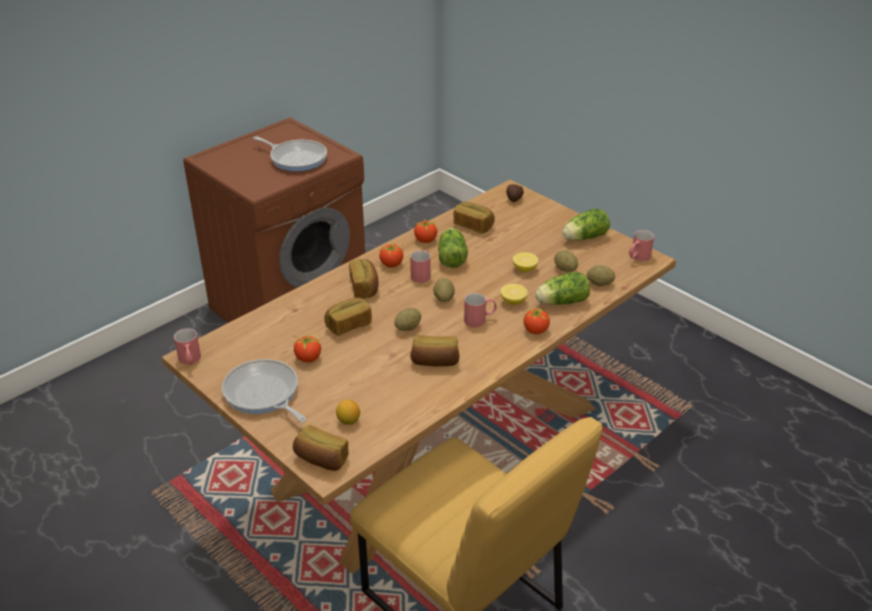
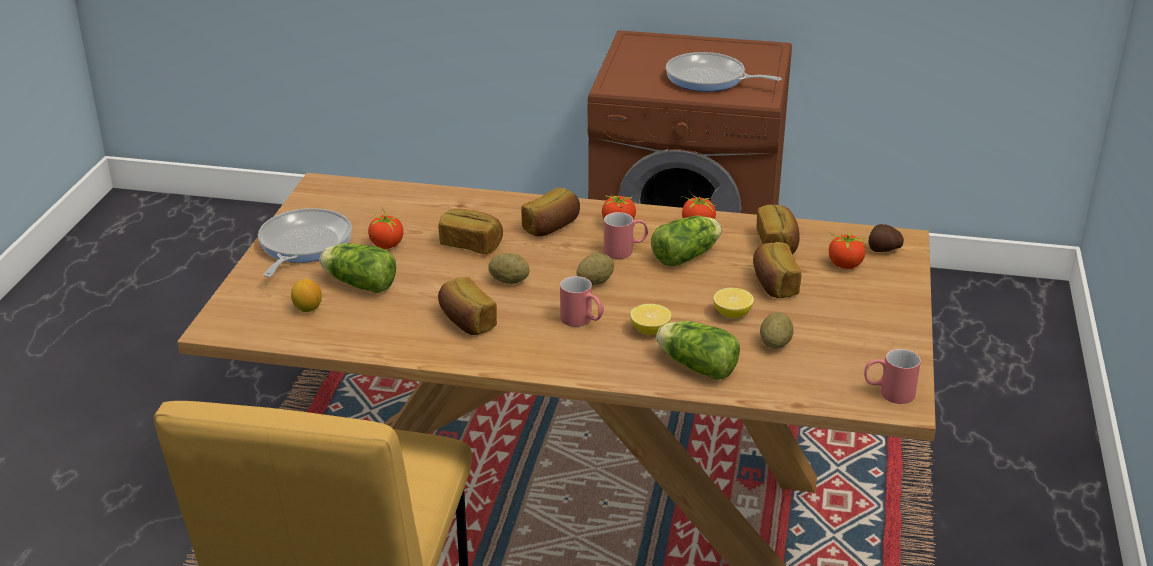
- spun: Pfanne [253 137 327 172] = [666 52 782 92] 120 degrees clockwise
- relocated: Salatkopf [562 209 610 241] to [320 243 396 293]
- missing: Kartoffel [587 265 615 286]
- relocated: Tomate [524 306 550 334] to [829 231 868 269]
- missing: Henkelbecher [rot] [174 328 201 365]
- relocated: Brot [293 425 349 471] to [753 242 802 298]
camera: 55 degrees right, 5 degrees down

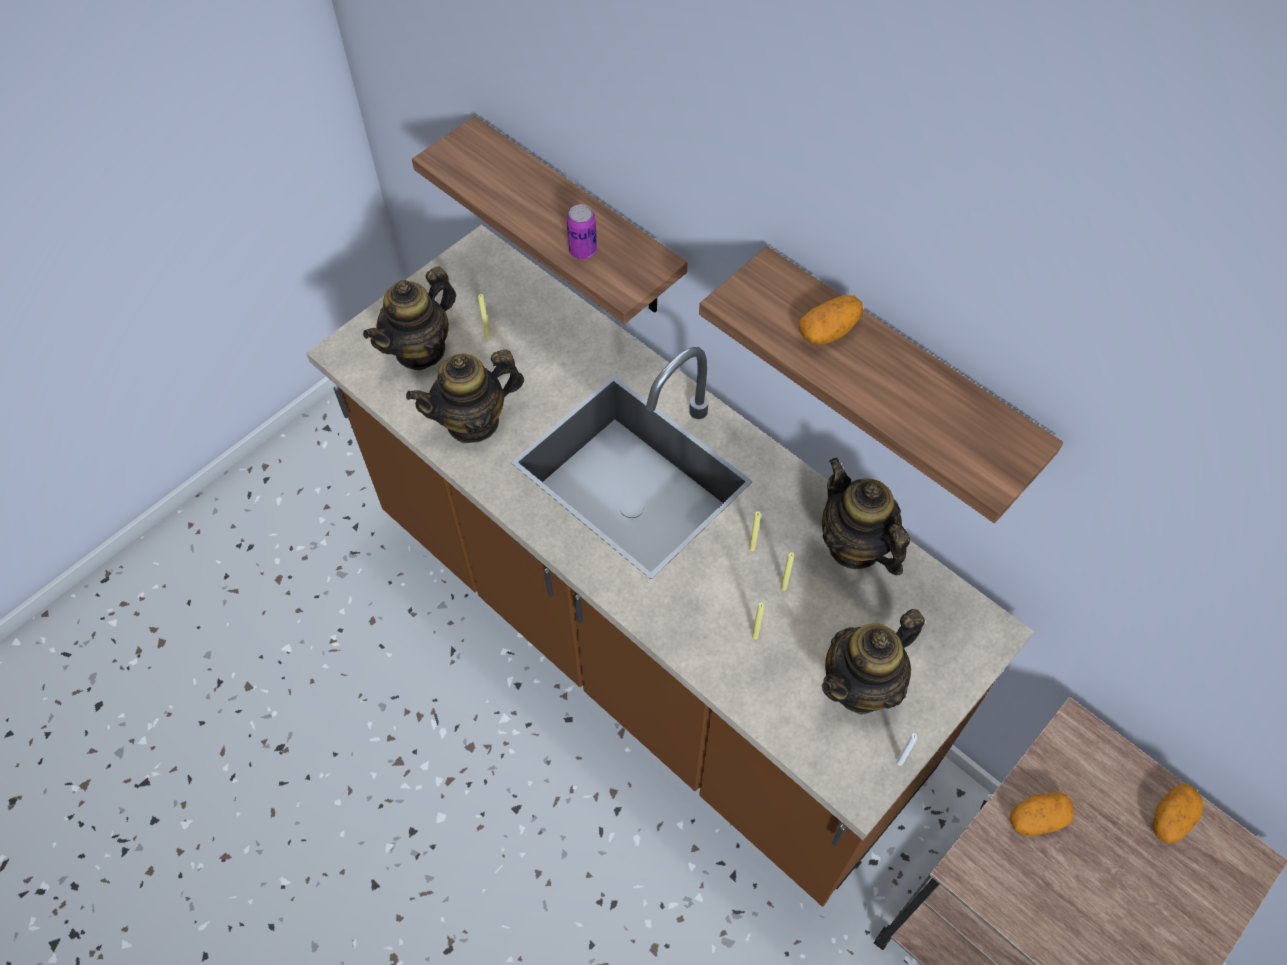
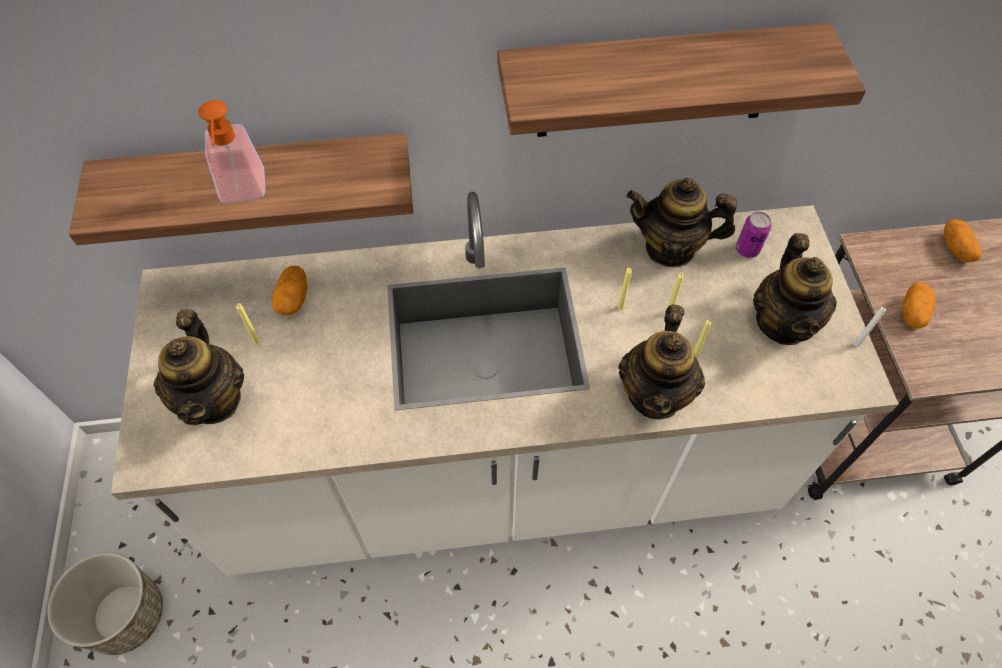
- relocated: Dose [567 204 597 259] to [736 212 771 258]
- colour: Küchenzeile [braun] [306 225 1034 906] to Küchenzeile [weiß] [111 191 899 575]
- relocated: Kartoffel [798 295 863 345] to [272 266 307 315]
- relocated: Teekanne [406 350 524 443] to [618 304 705 420]
- appeared: Seifenspender [198 100 265 203]
- appeared: Pflanzkübel [48 552 163 655]
camera: 50 degrees left, 0 degrees up

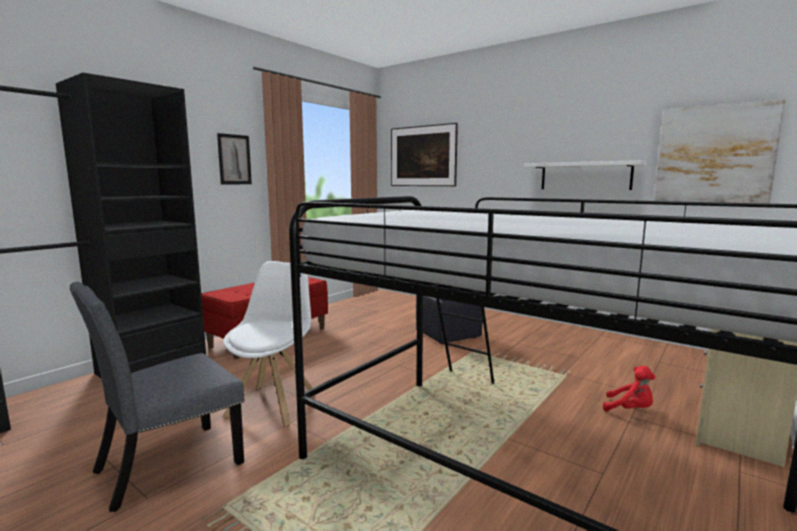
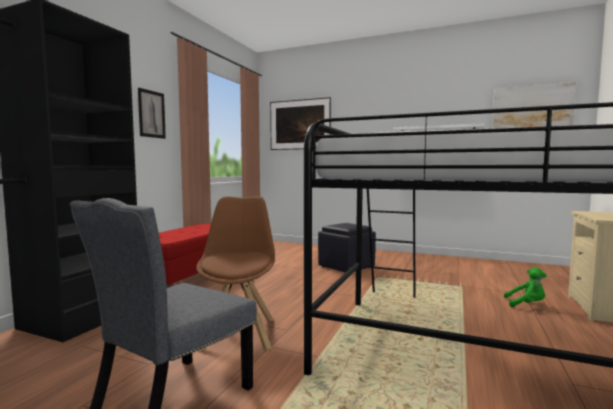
- colour: Stuhl [weiß] [223 261 313 426] to Stuhl [braun] [196 196 275 352]
- colour: Plüschtier [rot] [603 366 656 411] to Plüschtier [grün] [504 268 547 307]
camera: 15 degrees left, 5 degrees down

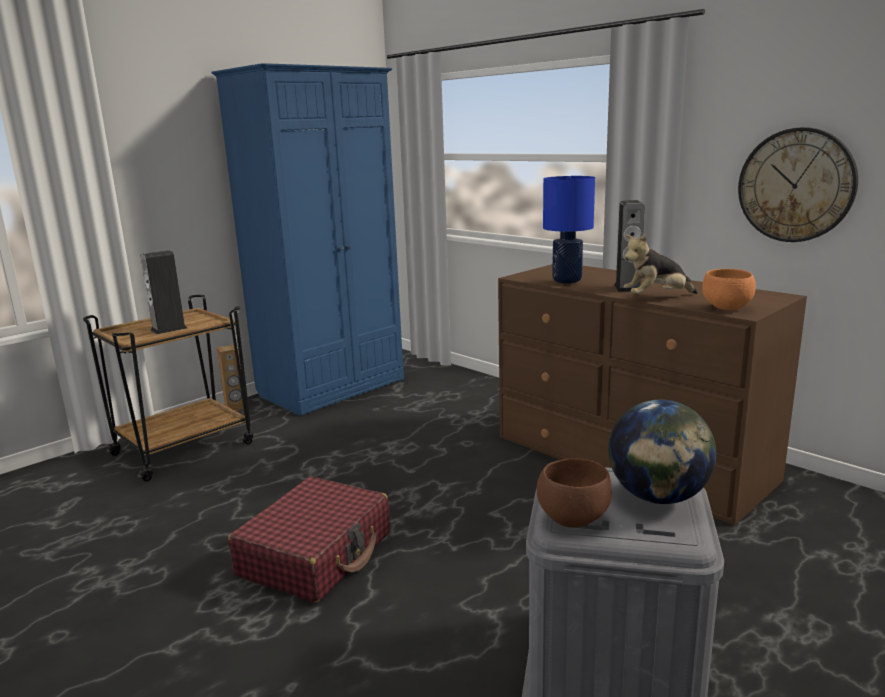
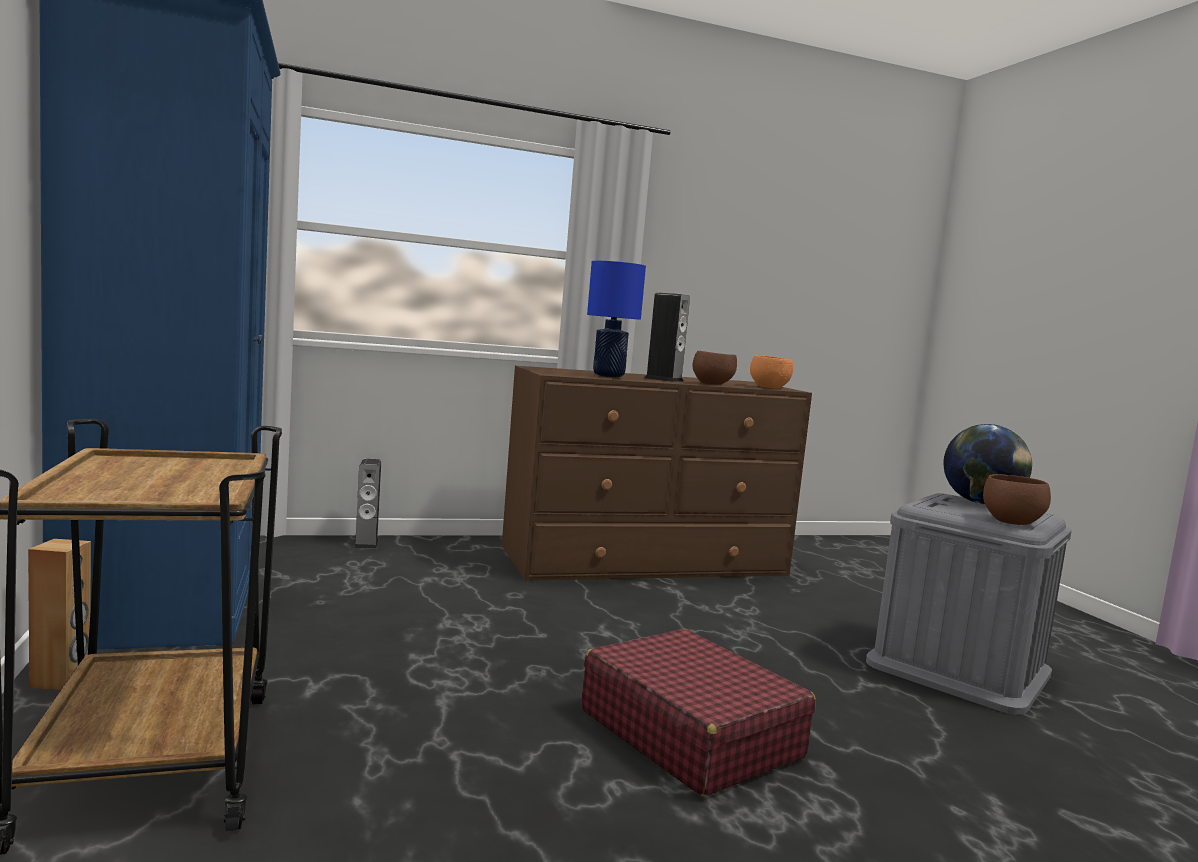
- missing: Wanduhr [738 127 858 242]
- exchanged: Plüschtier [624 234 698 294] to Schüssel [braun] [692 351 737 385]
- relocated: Lautsprecher [141 250 187 334] to [354 459 381 549]
camera: 65 degrees left, 10 degrees down

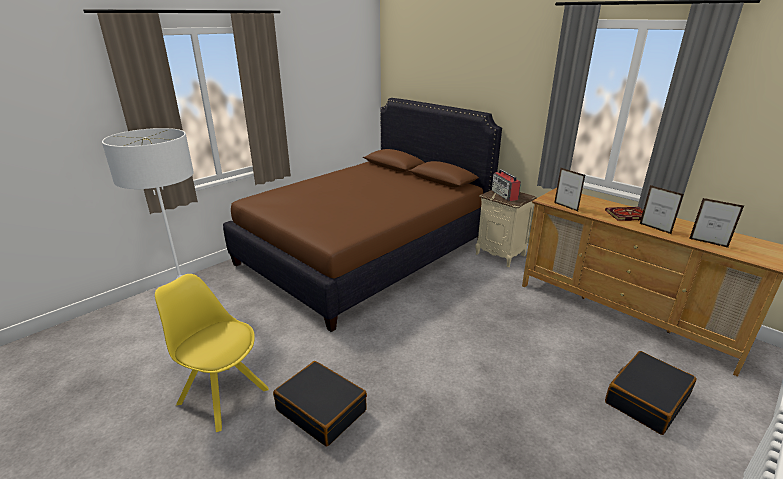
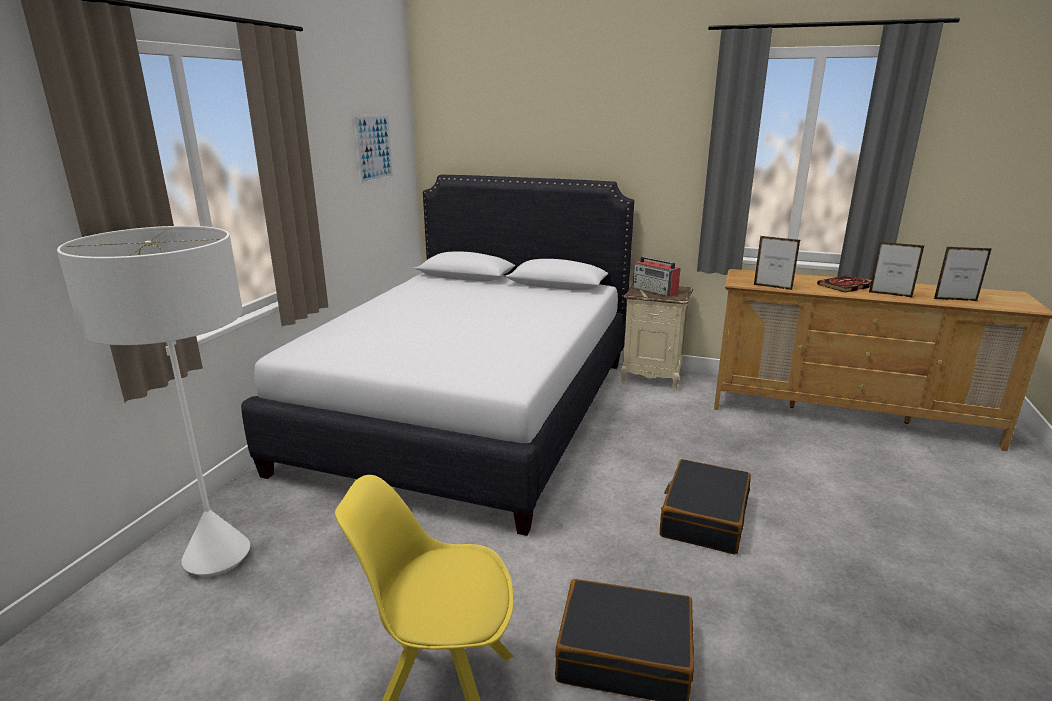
- colour: Bett [braun] [223 98 502 332] to Bett [weiß] [241 175 634 536]
- relocated: Koffer [schwarz] [605 351 697 435] to [660 459 751 555]
- appeared: Bild [354 114 394 184]
camera: 25 degrees left, 5 degrees down

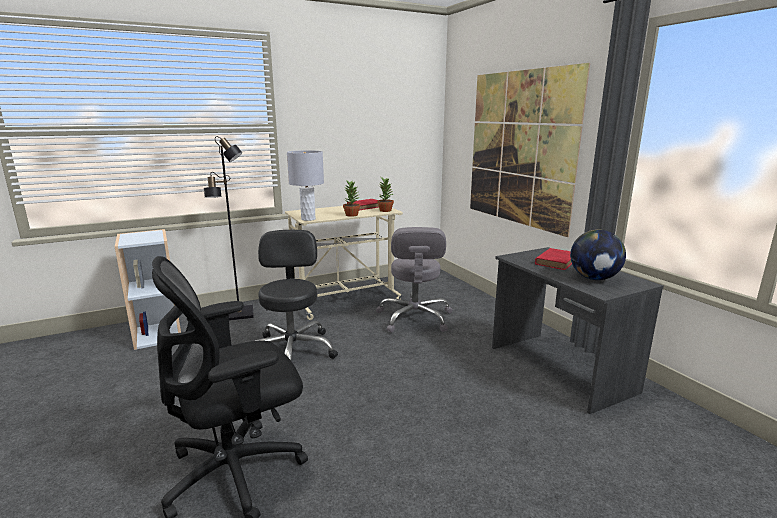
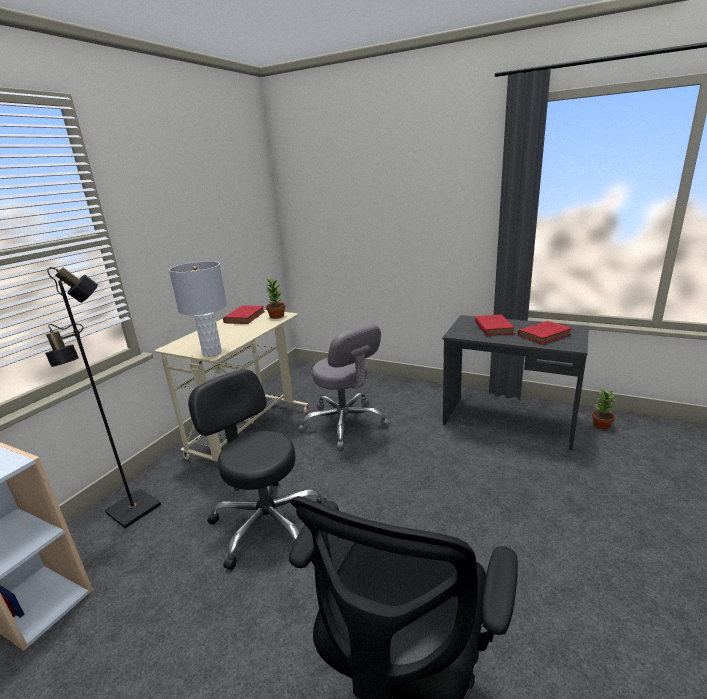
- missing: Bild [470 63 590 237]
- relocated: Topfpflanze [343 179 360 217] to [592 388 615 429]
- exchanged: Globus [570 230 626 280] to Buch [rot] [518 321 572 345]
camera: 35 degrees left, 5 degrees up

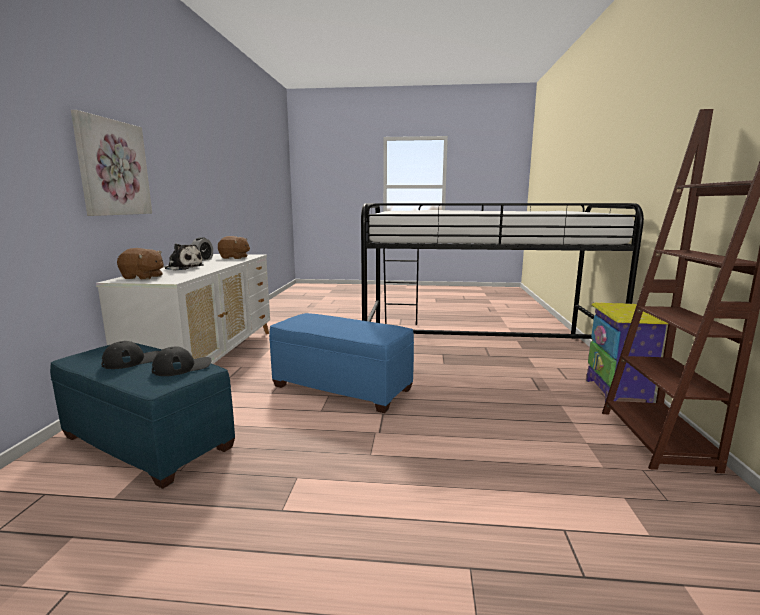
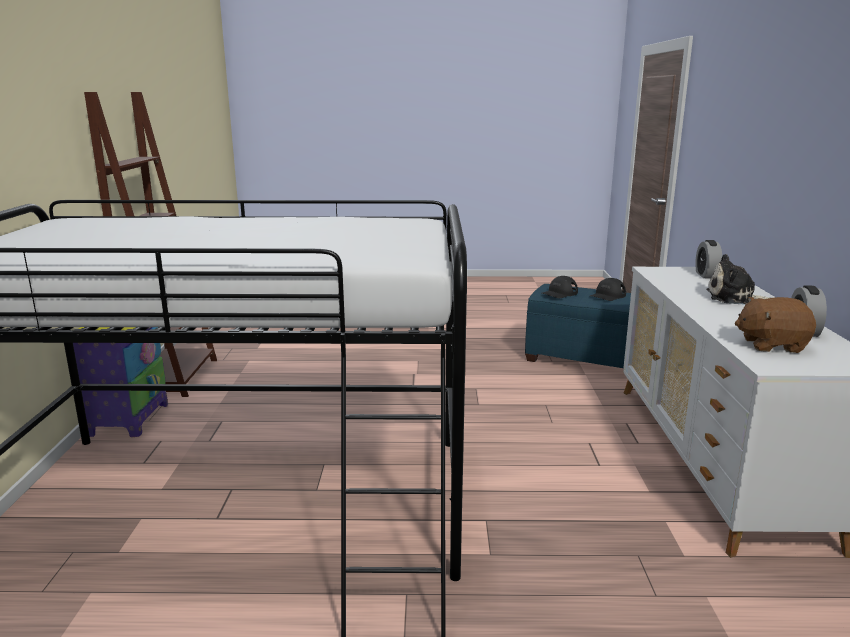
- missing: Bild [71 110 152 216]
- exchanged: Plüschtier [braun] [117 248 164 280] to Wecker [695 240 722 278]
- missing: Polsterhocker [blau] [269 313 414 413]
camera: 175 degrees right, 5 degrees up

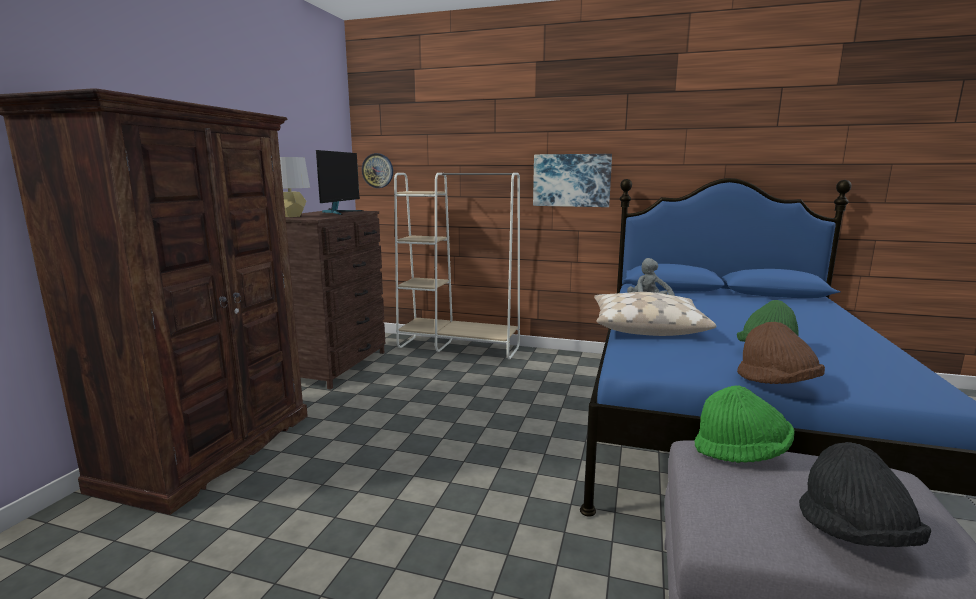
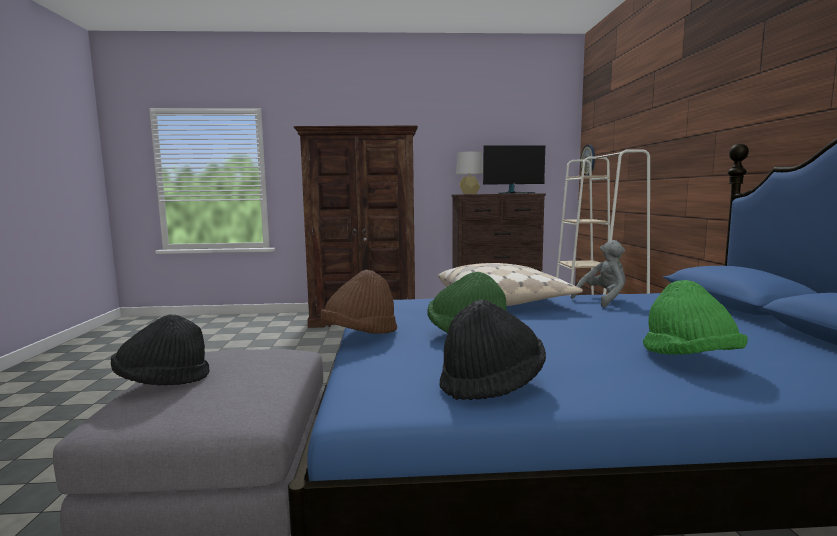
- missing: Bild [533 154 612 207]
- relocated: Hut [grün] [694 385 795 463] to [643 280 748 355]
- appeared: Hut [schwarz] [439 299 546 400]
camera: 70 degrees right, 5 degrees down

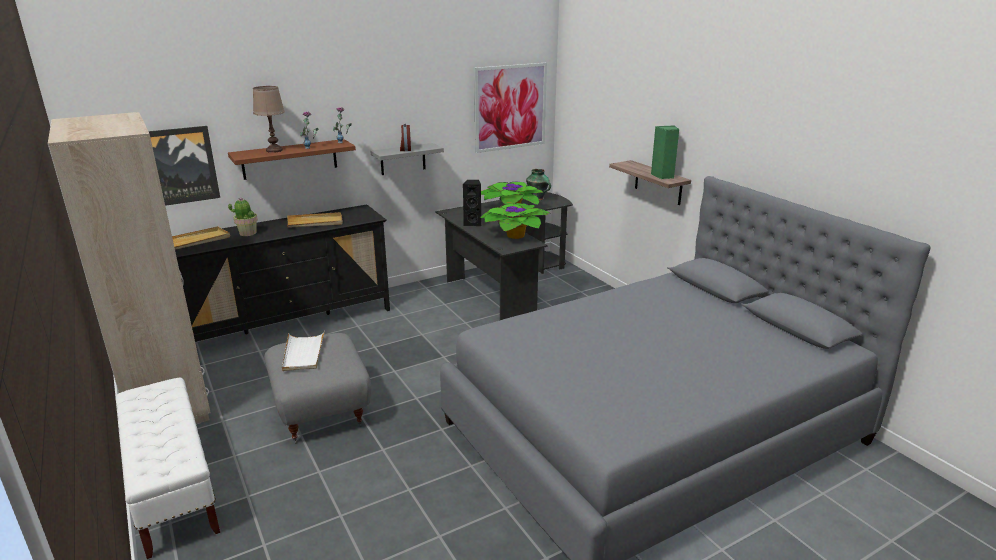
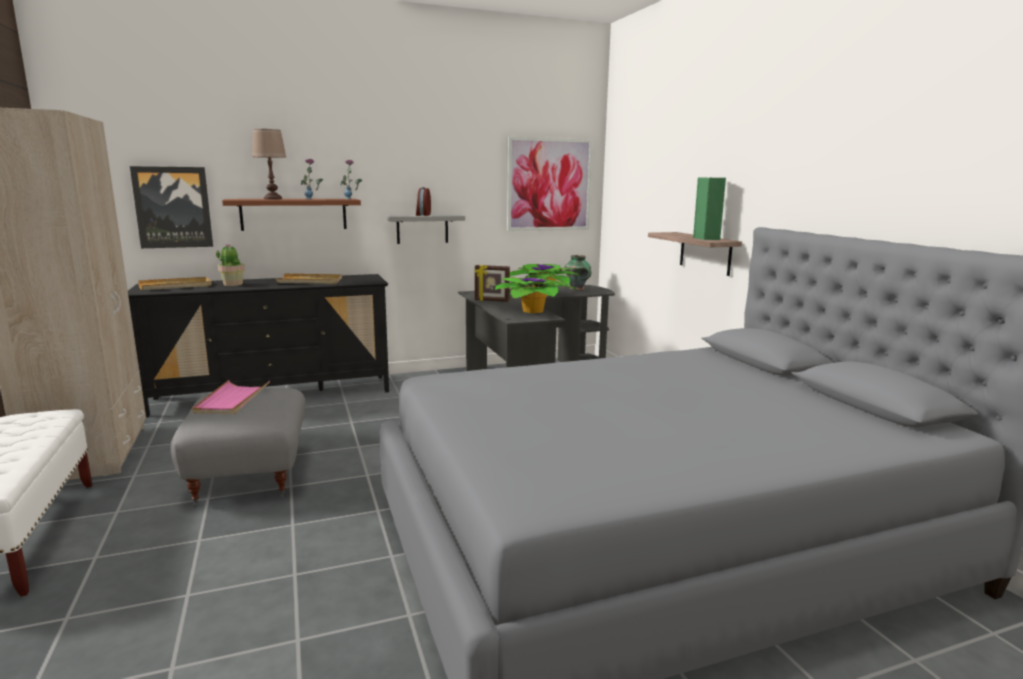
- exchanged: Lautsprecher [schwarz] [463 180 481 226] to Bilderrahmen [475 265 510 302]
- colour: Tablett [weiß] [282 331 325 371] to Tablett [rosa] [192 380 270 414]
camera: 10 degrees right, 10 degrees down

